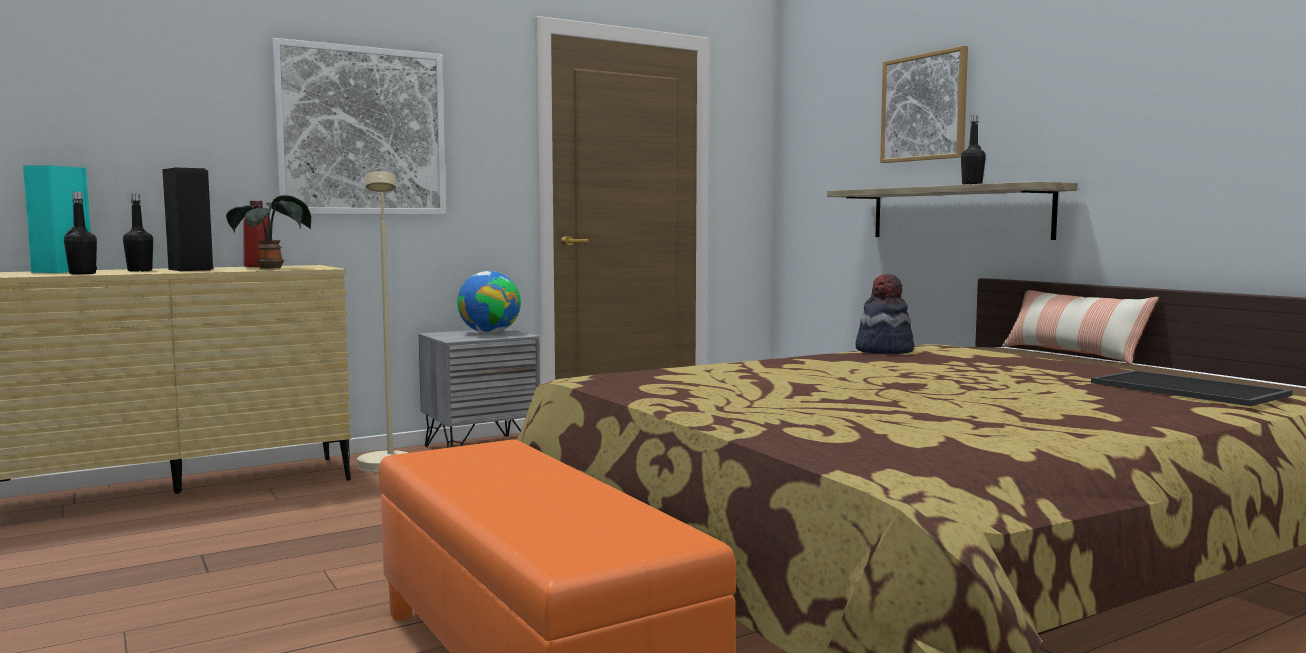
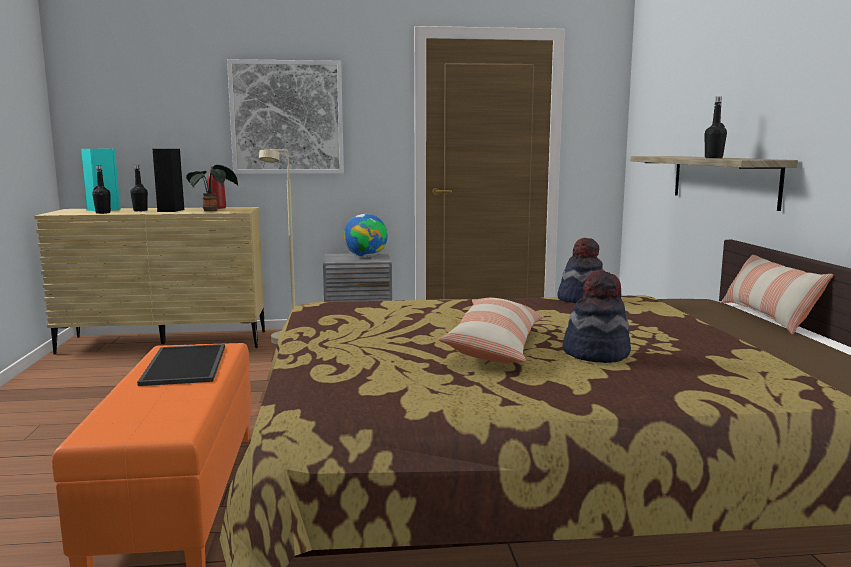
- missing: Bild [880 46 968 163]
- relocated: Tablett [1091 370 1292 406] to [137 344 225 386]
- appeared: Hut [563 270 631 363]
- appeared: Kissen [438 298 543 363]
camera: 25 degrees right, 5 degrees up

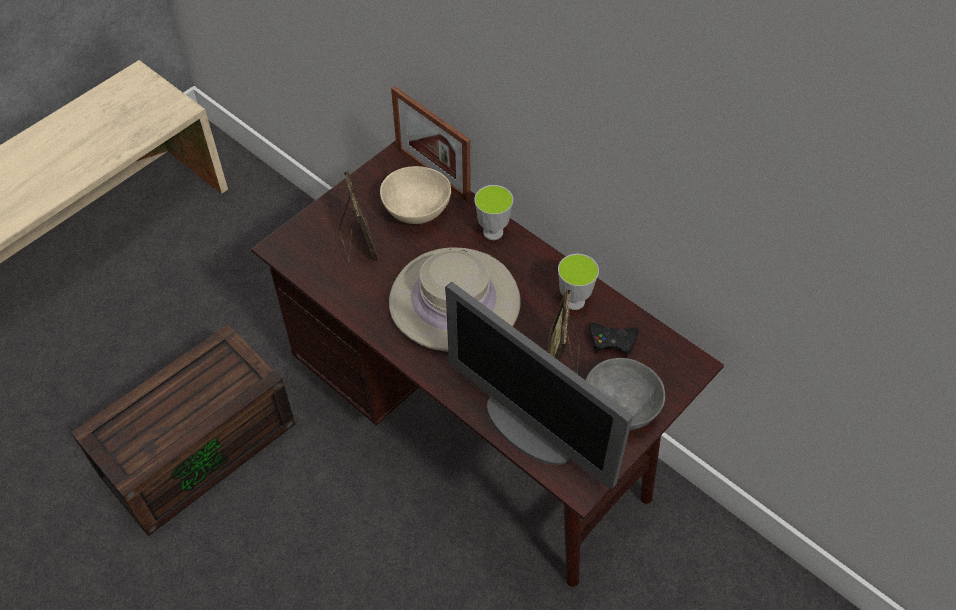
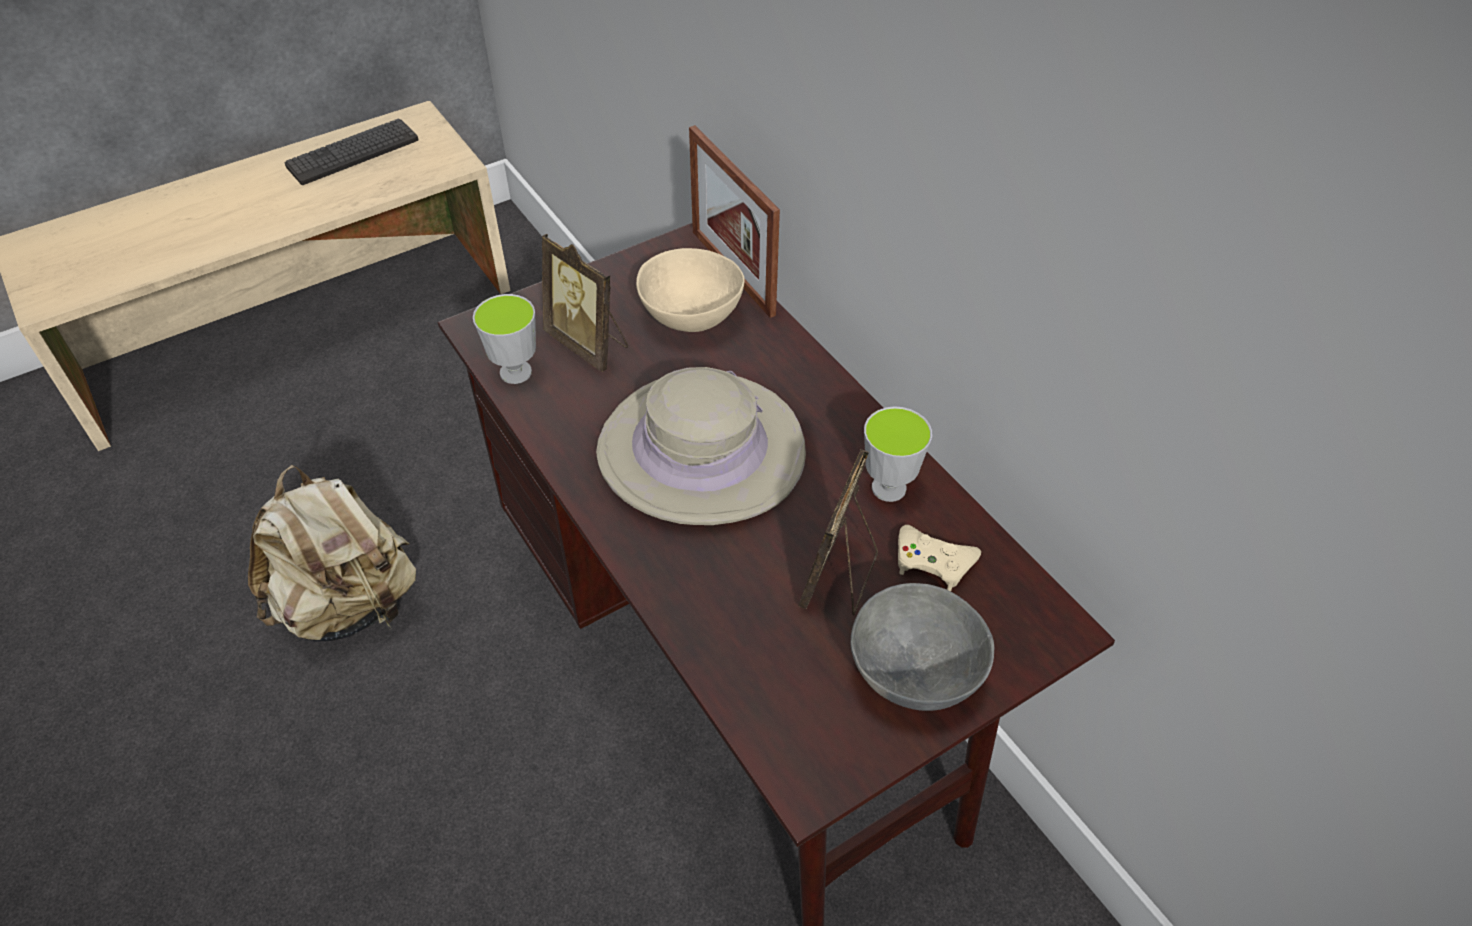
- spun: Bilderrahmen [339 171 379 263] = [542 234 628 372] 135 degrees clockwise
- relocated: Tasse [474 185 513 240] to [473 294 536 384]
- missing: Monitor [445 282 633 490]
- colour: Gamepad [schwarz] [589 322 639 357] to Gamepad [beige] [898 525 981 591]
- exchanged: Aufbewahrungsbox [braun] [71 324 295 536] to Rucksack [beige] [248 465 416 641]
- appeared: Tastatur [285 118 418 185]
camera: 15 degrees right, 5 degrees down

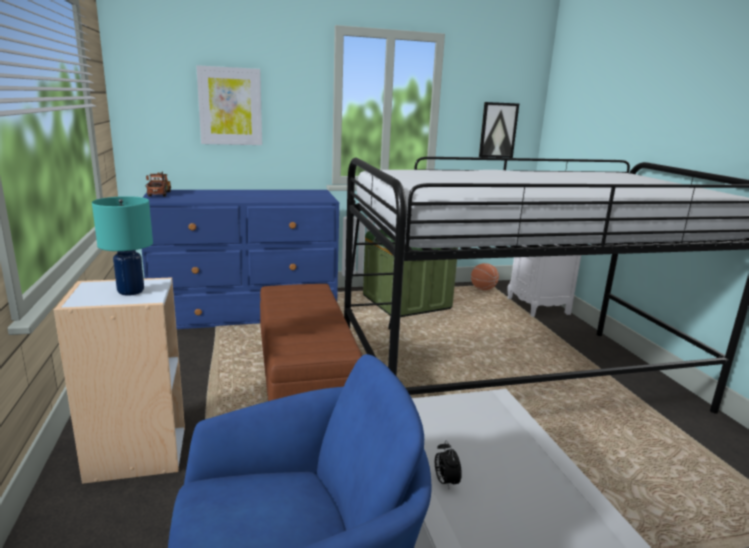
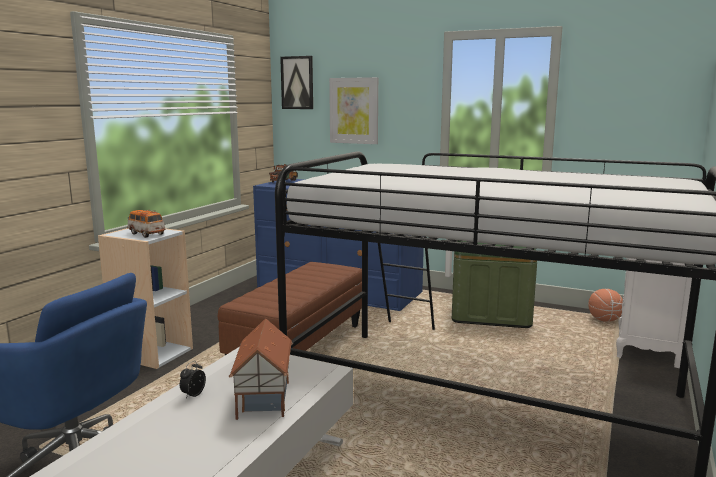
- relocated: Bild [479 102 519 158] to [280 56 313 109]
- exchanged: Tischlampe [türkis] [92 196 153 296] to Spielzeugauto [127 210 165 238]
- appeared: Spielzeughaus [229 318 293 420]
camera: 40 degrees right, 5 degrees down

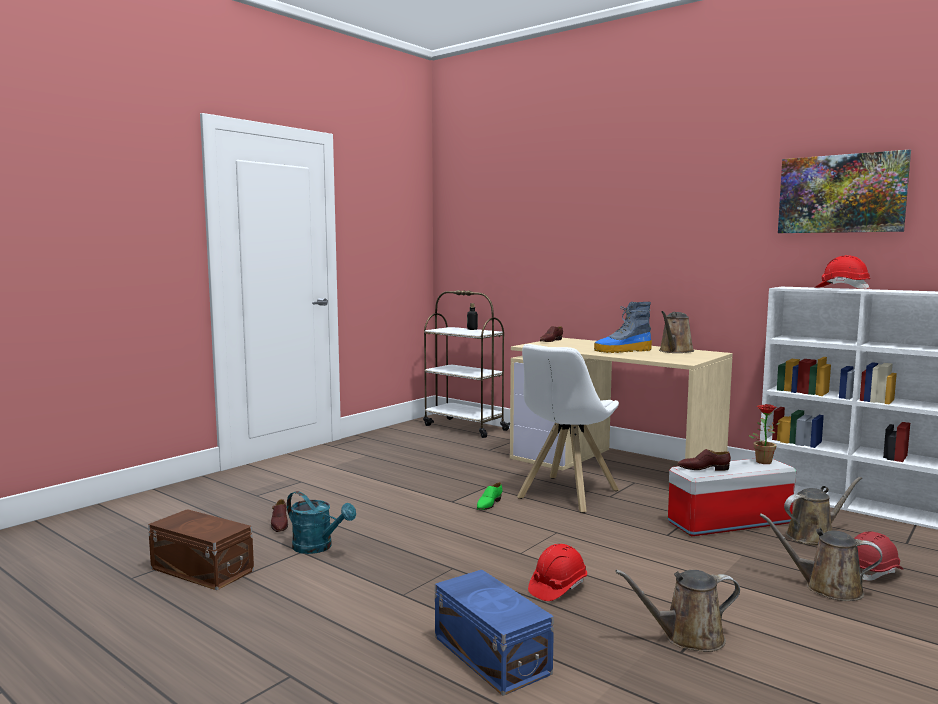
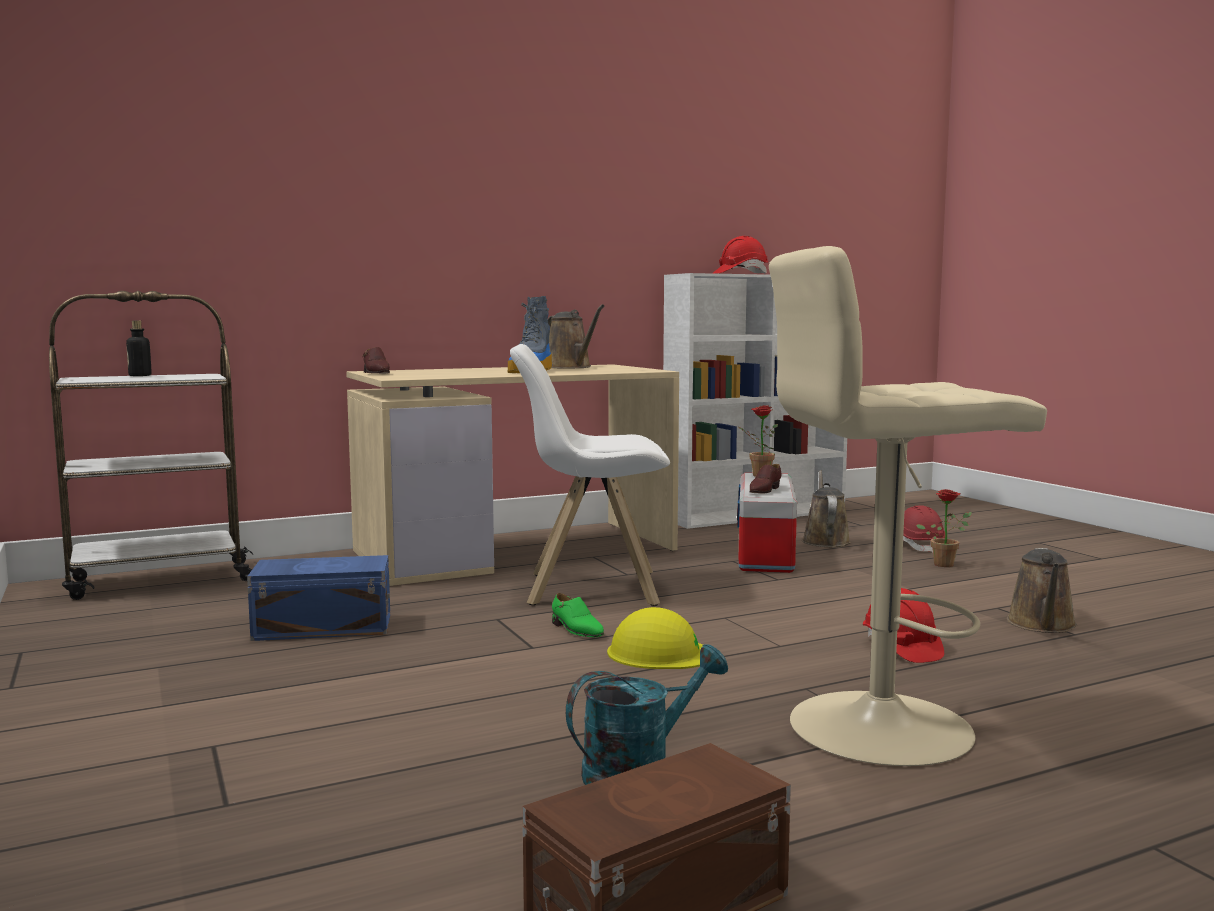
- missing: Bild [778 149 911 233]
- spun: Stuhl [weiß] [517 344 619 513] = [510 344 670 606] 120 degrees clockwise
- missing: Schuh [braun] [271 499 288 532]
- exchanged: Gießkanne [braun] [760 514 882 601] to Topfpflanze [916 489 972 567]
- relocated: Aufbewahrungsbox [blau] [435 570 554 696] to [247 555 390 641]
- appeared: Hocker [beige] [769 246 1047 766]
- appeared: Schutzhelm [gelb] [607 607 703 669]
camera: 65 degrees left, 0 degrees up

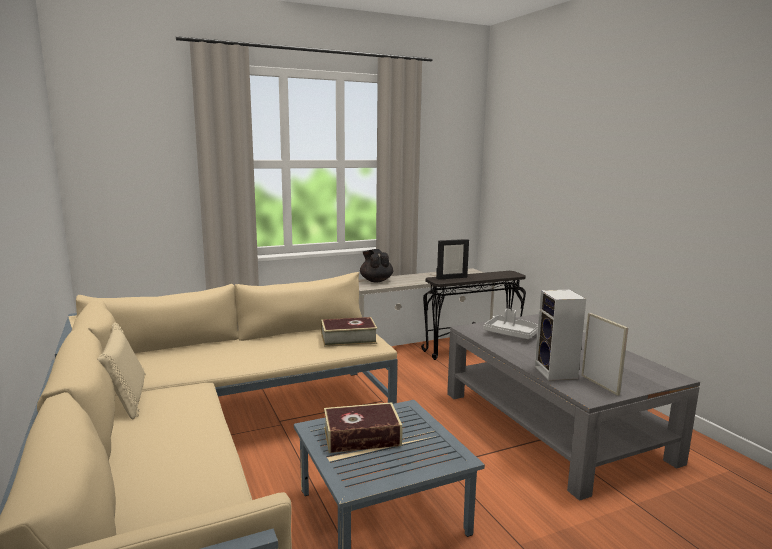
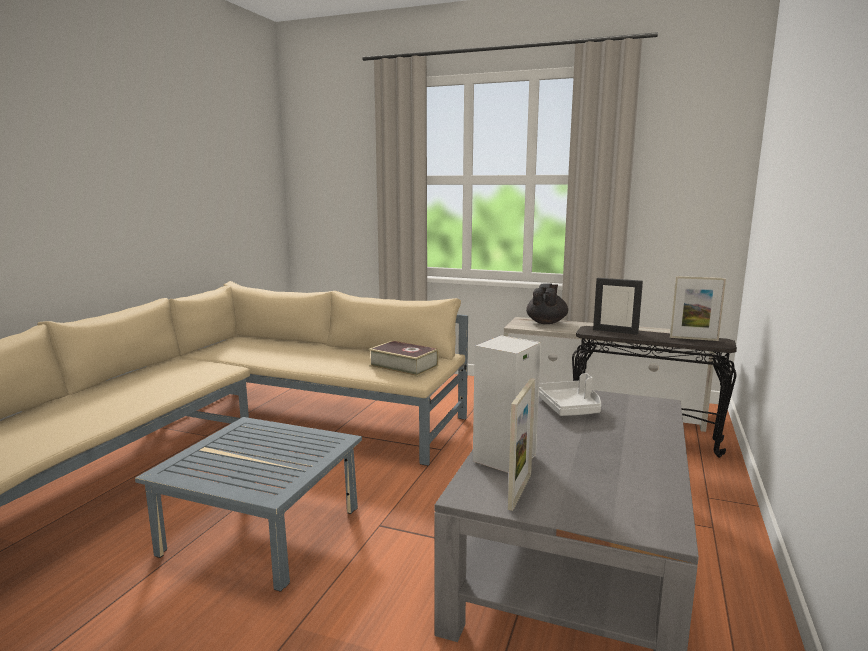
- missing: Kissen [beige] [97 322 146 419]
- missing: Buch [324 402 402 453]
- appeared: Bilderrahmen [670 276 726 341]
camera: 45 degrees right, 0 degrees up

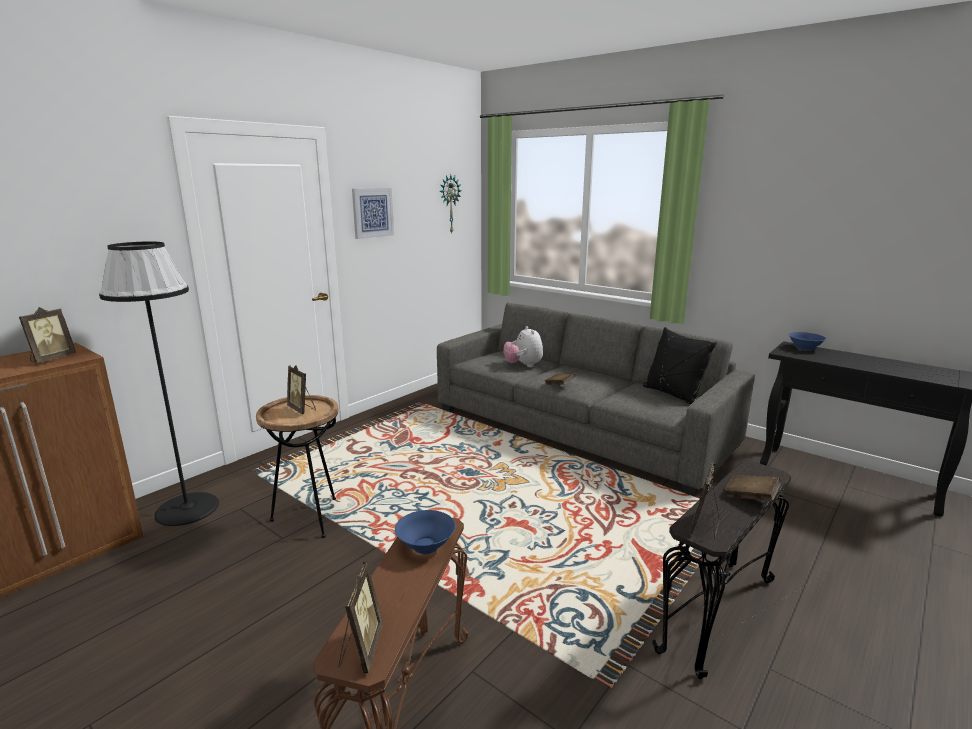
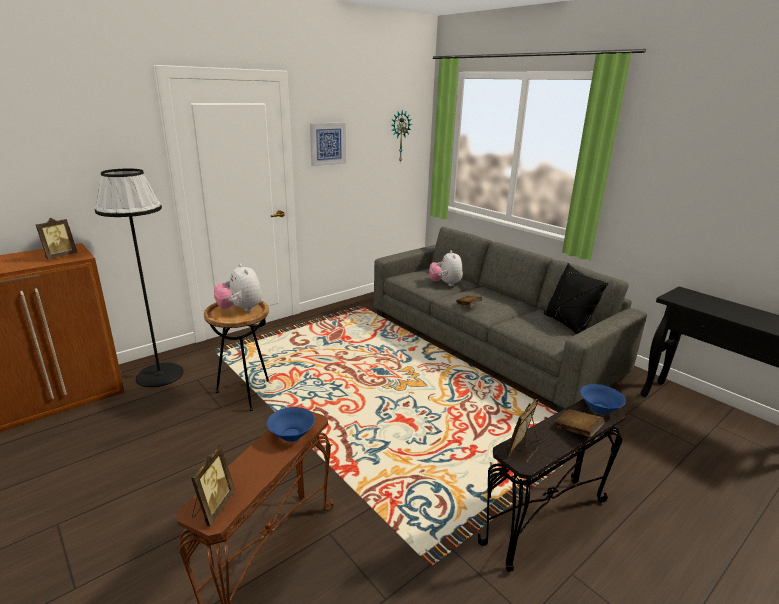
- relocated: Schüssel [blau] [789 332 826 350] to [580 384 626 415]
- exchanged: Bilderrahmen [287 365 316 414] to Plüschtier [214 263 262 312]
camera: 10 degrees right, 5 degrees up

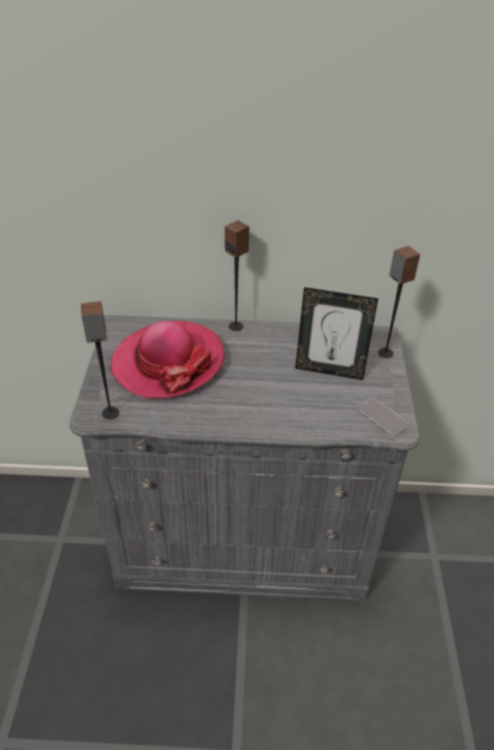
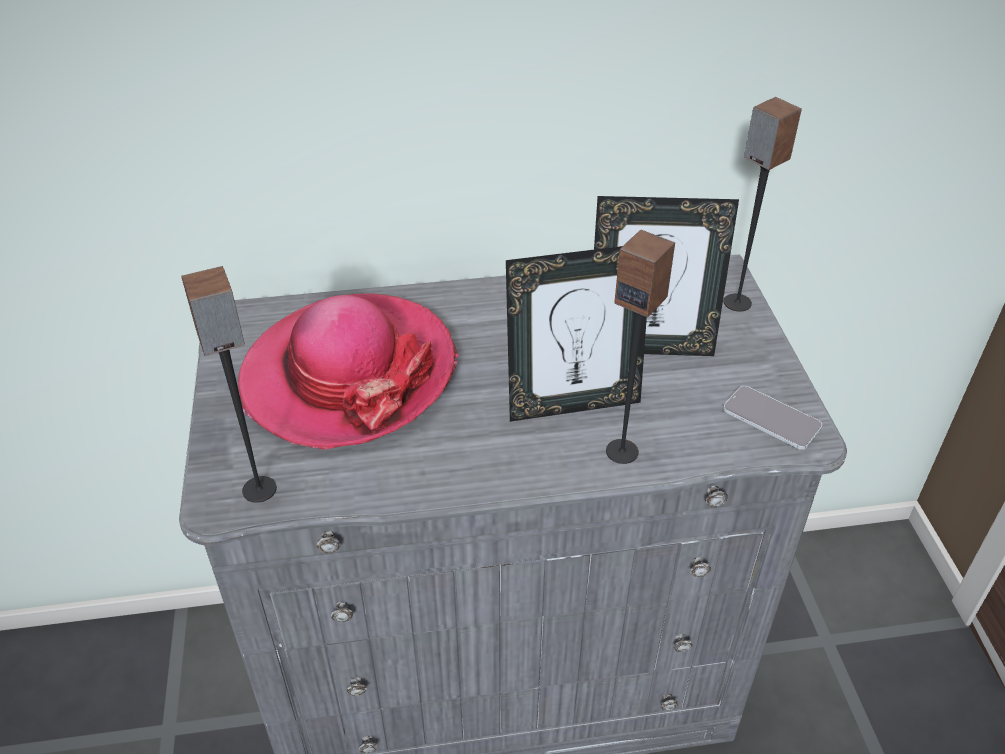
- relocated: Lautsprecher [225 220 249 331] to [606 230 675 464]
- appeared: Bilderrahmen [506 246 647 422]
camera: 10 degrees left, 0 degrees up

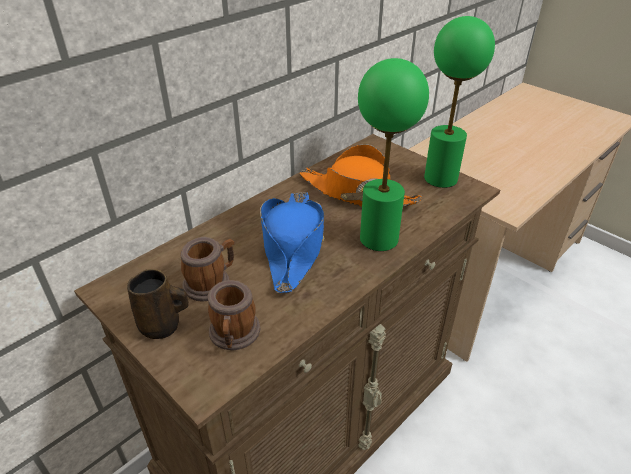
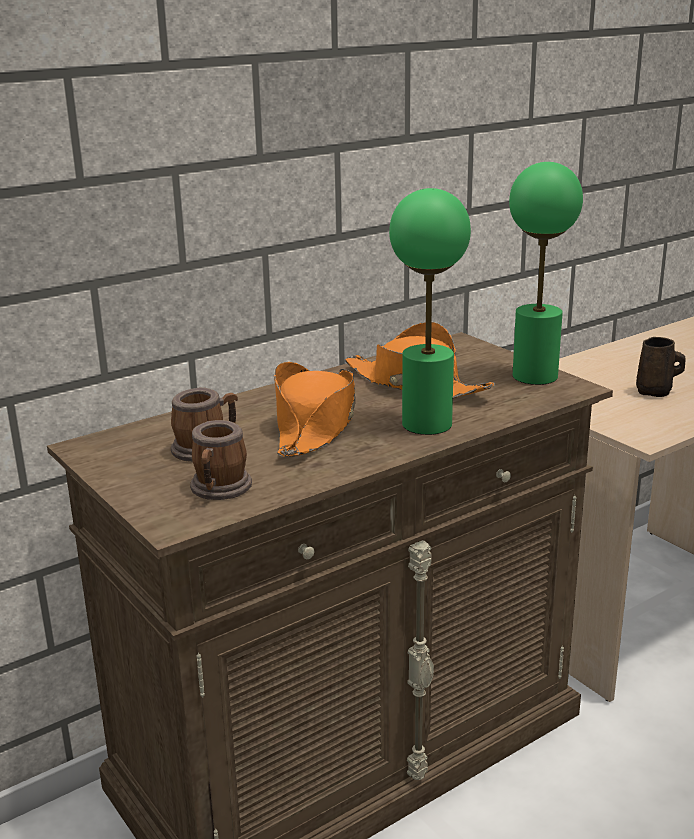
- colour: Hut [blau] [260 192 325 293] to Hut [orange] [274 362 356 457]
- relocated: Henkelbecher [braun] [127 269 189 339] to [636 337 686 397]
camera: 10 degrees right, 15 degrees down

